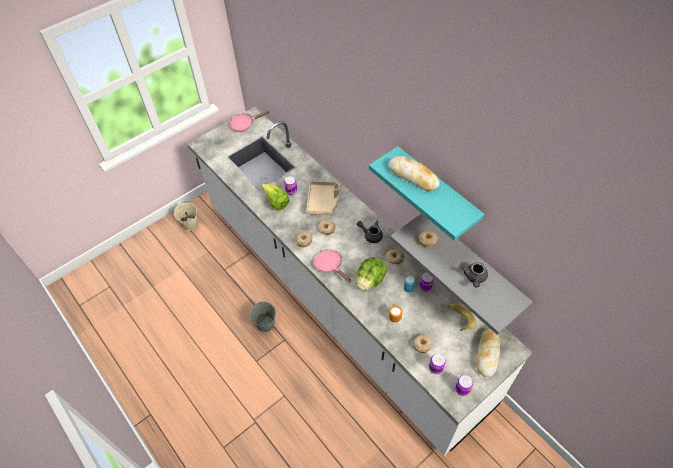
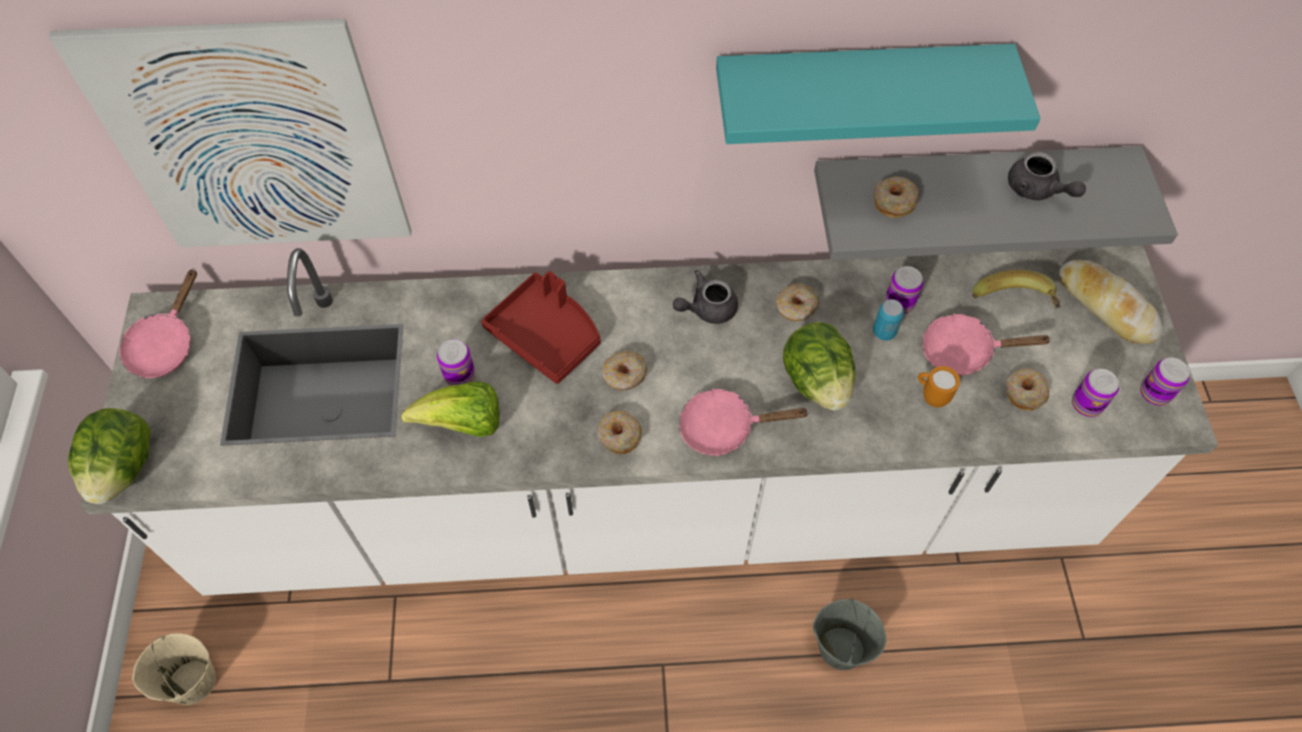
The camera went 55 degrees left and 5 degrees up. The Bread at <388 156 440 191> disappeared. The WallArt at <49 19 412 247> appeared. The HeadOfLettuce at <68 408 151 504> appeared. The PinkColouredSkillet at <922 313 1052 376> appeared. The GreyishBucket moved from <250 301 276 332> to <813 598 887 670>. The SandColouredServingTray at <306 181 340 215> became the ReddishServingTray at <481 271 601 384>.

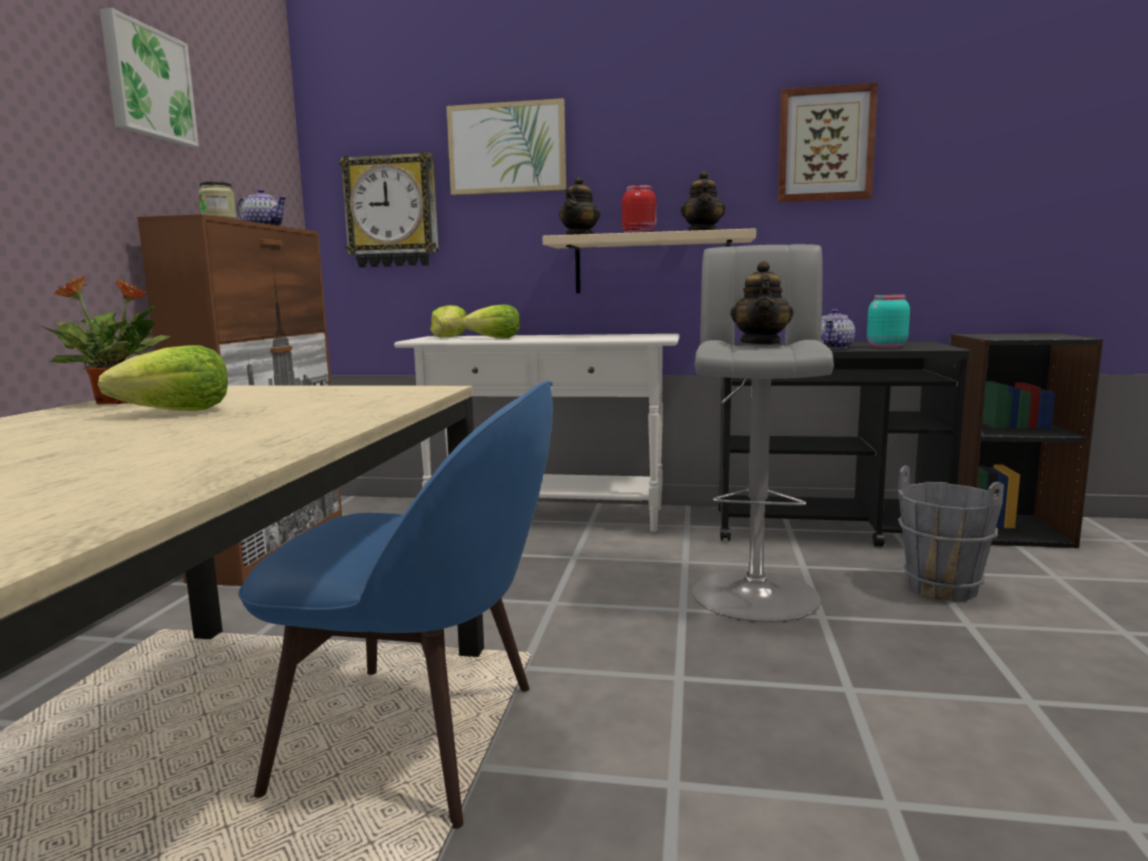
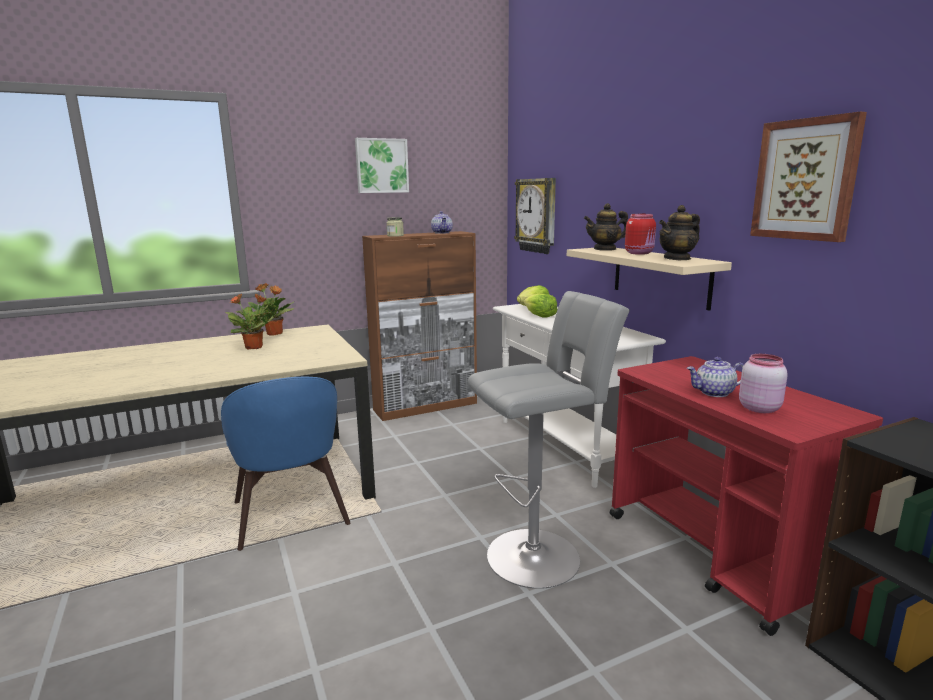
The camera went 55 degrees right and 5 degrees up. The WallArt at <446 98 566 195> disappeared. The TeaPot at <730 261 794 345> disappeared. The GreyishBucket at <898 466 1004 601> disappeared. The HeadOfLettuce at <98 345 228 411> was replaced by the PlantInAPot at <225 293 275 349>. The BlackWheeledCart at <718 341 971 547> became the ReddishWheeledCart at <609 356 883 636>. The TurquoiseColouredStorageJar at <867 294 910 348> became the PinkColouredStorageJar at <739 354 788 413>.

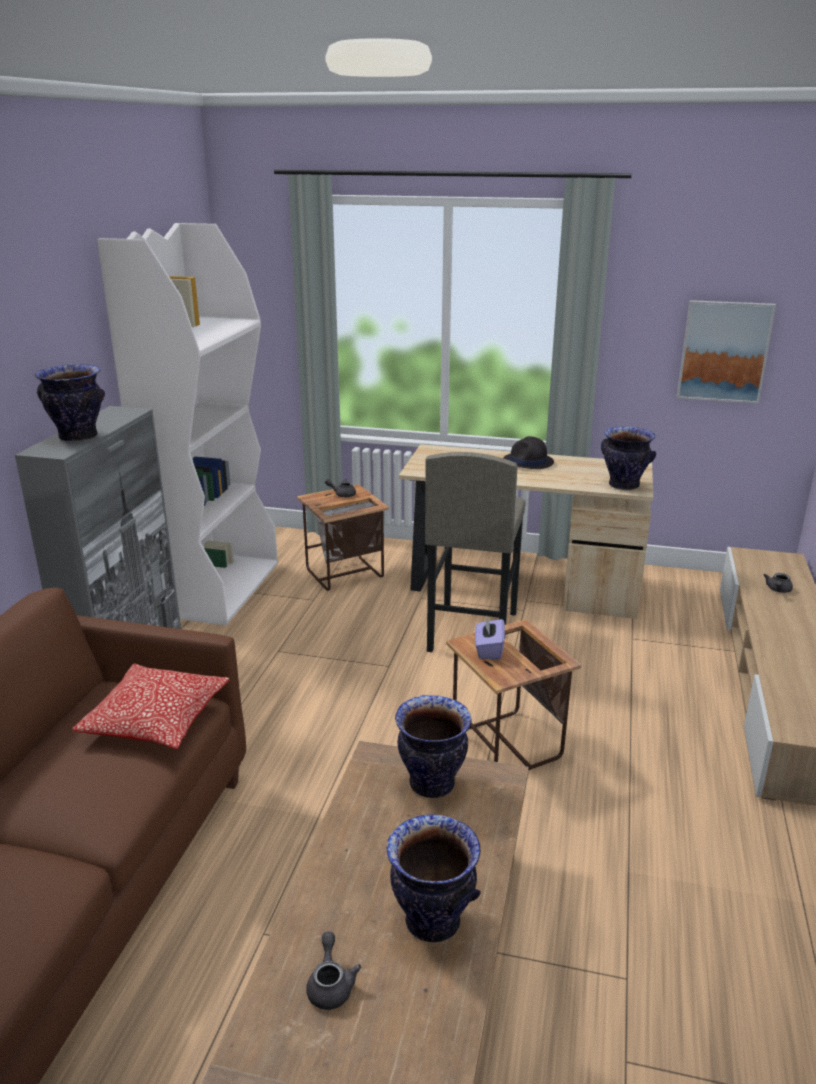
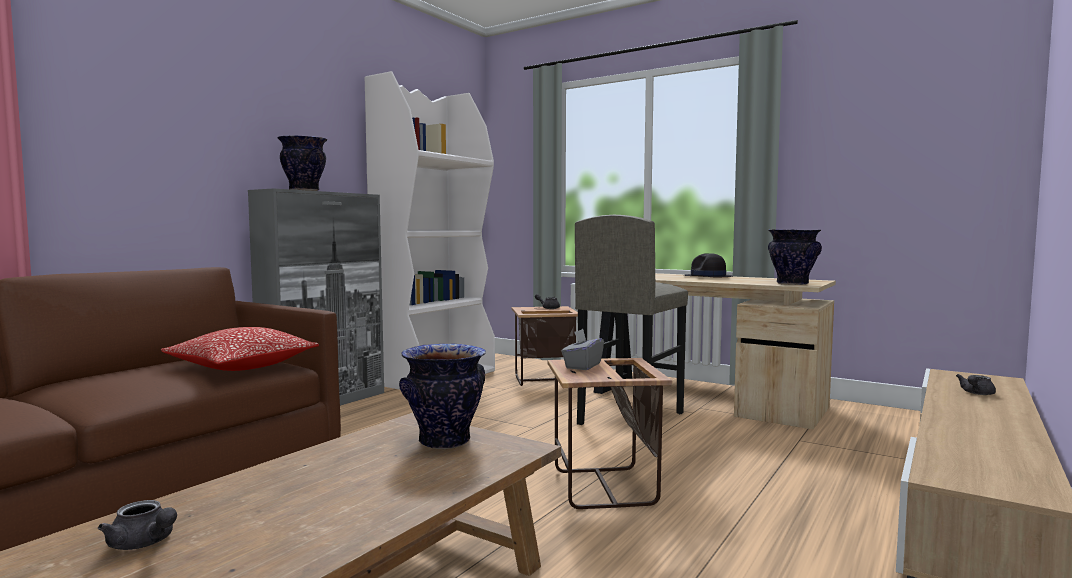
The camera went 20 degrees right and 20 degrees down. The FlowerVase at <386 814 481 943> disappeared. The WallArt at <677 300 776 404> disappeared. The PurpleColouredBoxOfTissues at <475 616 505 660> became the GreyishBoxOfTissues at <561 329 604 370>. The GreyishTeaPot at <306 932 361 1010> turned 105 degrees clockwise.

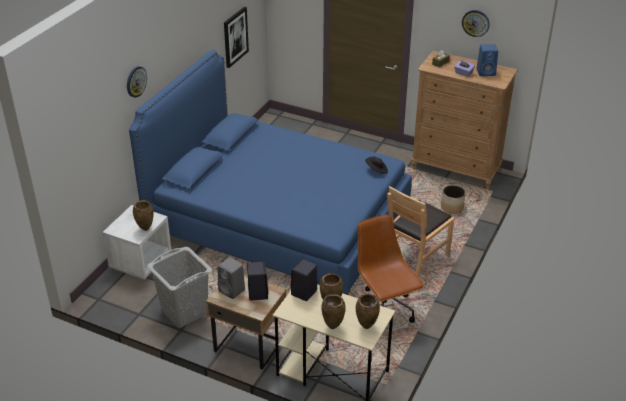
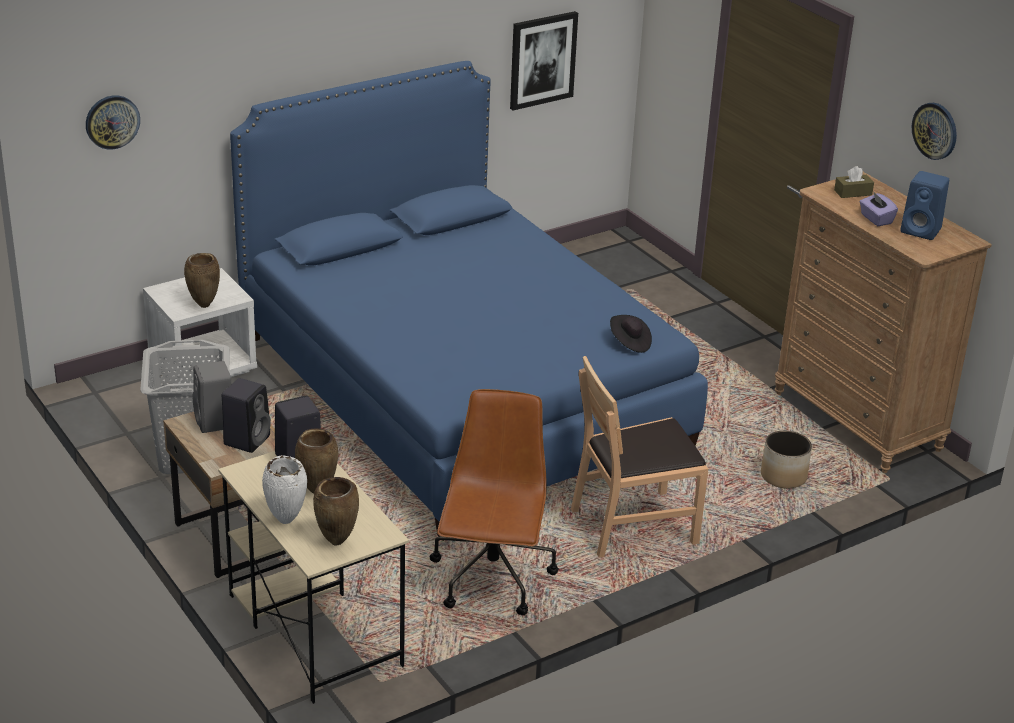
The camera went 30 degrees right and 5 degrees down. The WallClock moved from <127 66 147 98> to <86 95 140 149>. The BrownColouredFlowerVase at <321 294 346 329> became the WhitishFlowerVase at <262 455 307 524>.

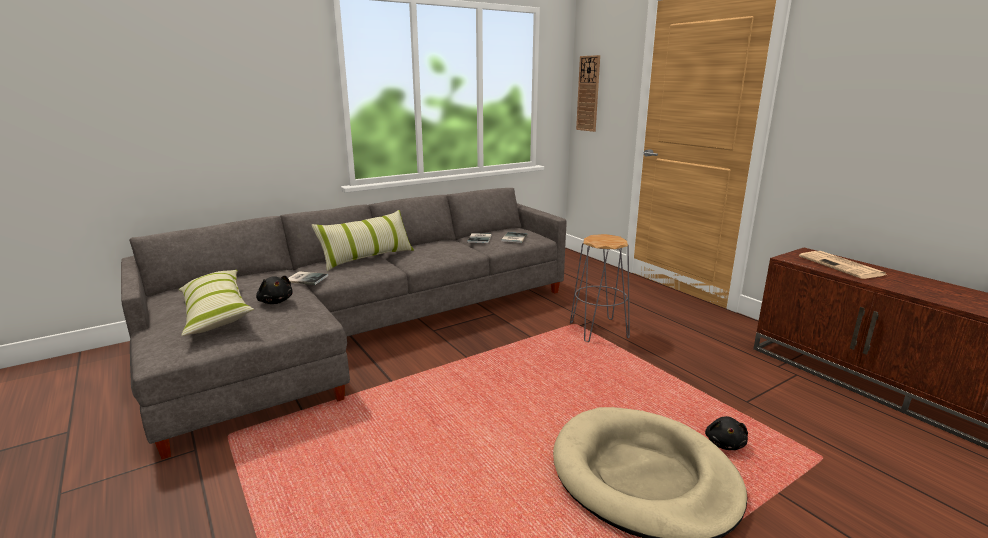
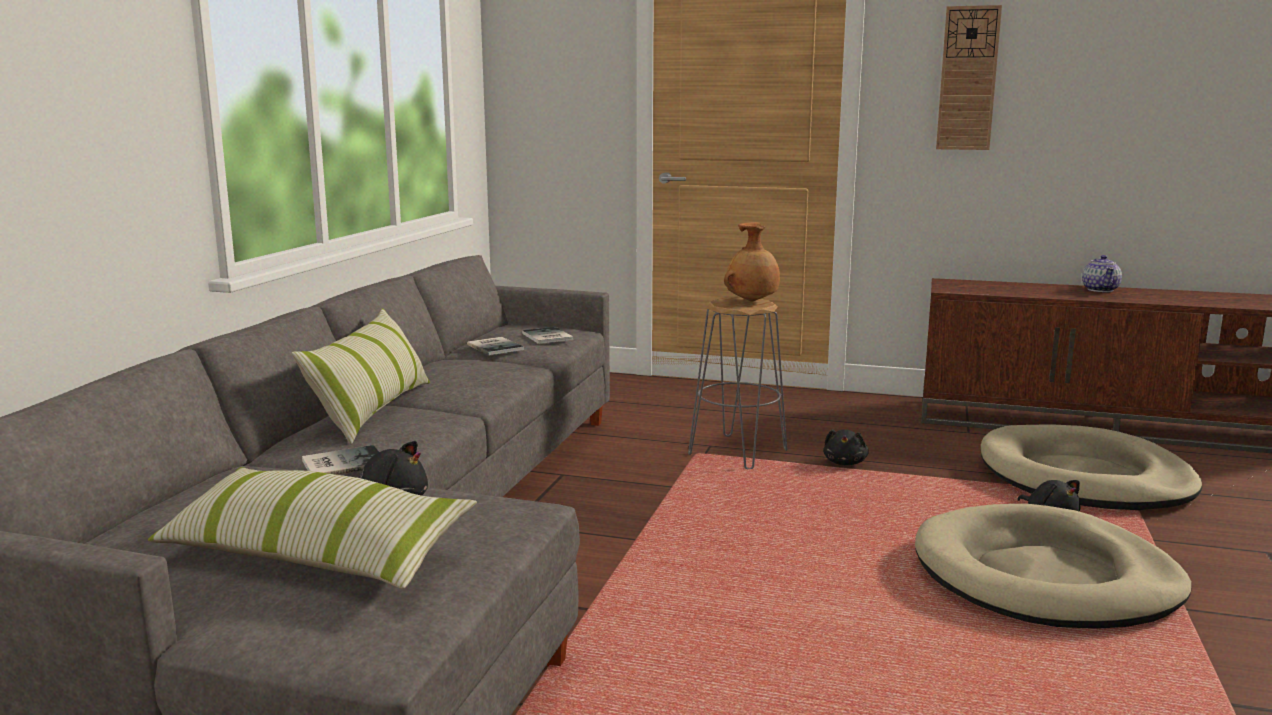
The camera went 40 degrees left and 5 degrees down. The PrintedPaper at <799 251 886 279> disappeared. The BrownColouredFlowerVase at <724 222 780 302> appeared. The BlackCuddlyToy at <823 429 869 465> appeared. The SandColouredDogBed at <981 424 1202 510> appeared. The TeaPot at <1082 255 1122 292> appeared. The WallClock moved from <576 55 600 132> to <936 5 1002 150>.

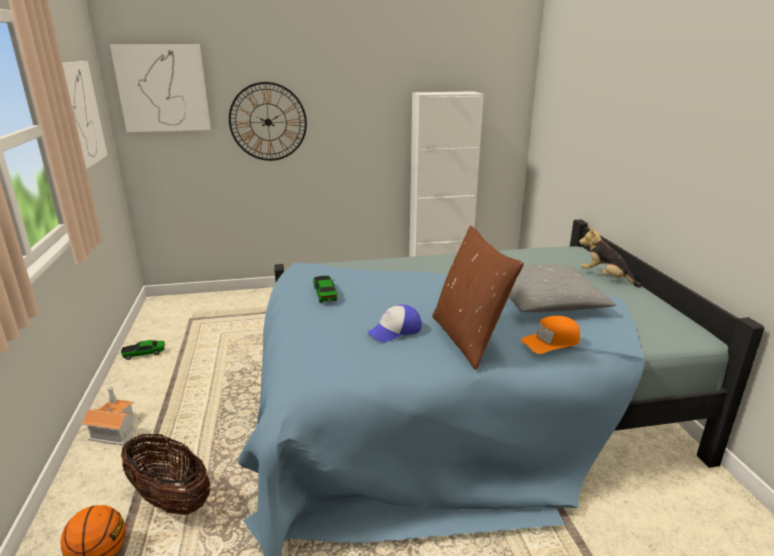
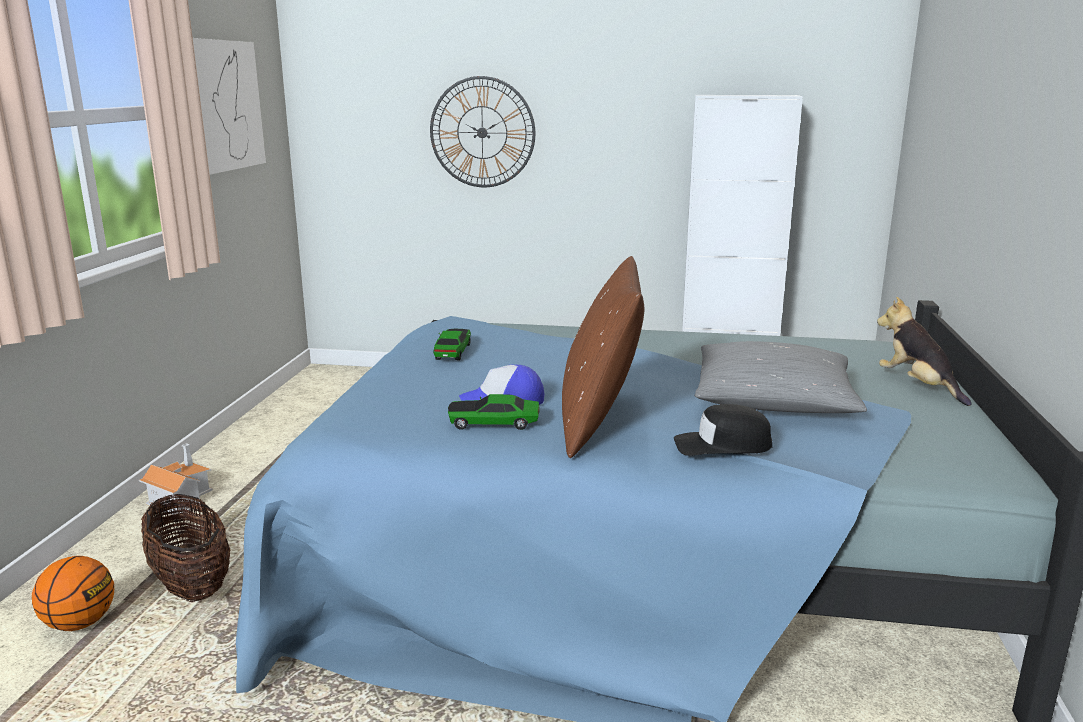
The camera went 20 degrees right and 5 degrees down. The WallArt at <110 44 211 132> disappeared. The ModelCar moved from <121 340 165 360> to <448 394 540 430>. The OrangeBaseballCap at <521 316 580 354> became the BlackBaseballCap at <674 404 772 456>.

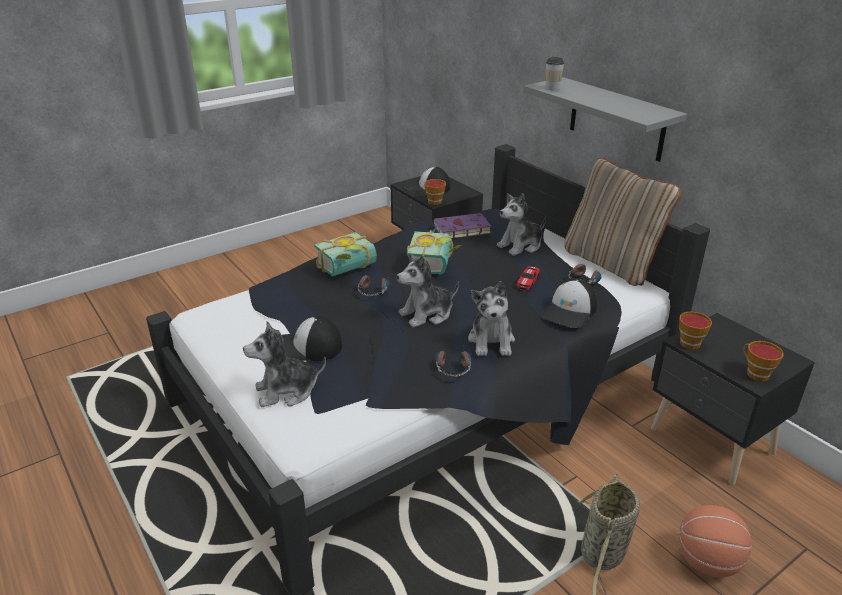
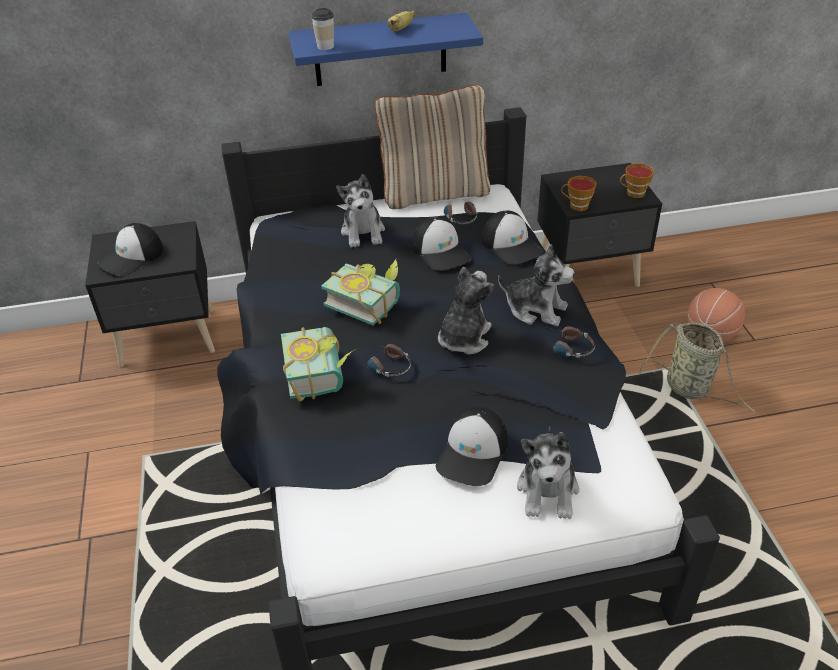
The camera went 65 degrees left and 10 degrees up. The Cup at <424 179 446 205> disappeared. The PurpleColouredVolume at <432 213 492 239> disappeared. The BananaFruit at <388 11 415 31> appeared. The ModelCar at <517 266 540 291> was replaced by the BaseballCap at <412 216 472 271>. The GreyishWallShelf at <524 77 687 162> became the BlueWallShelf at <289 13 483 86>. The CuddlyToy at <397 253 459 328> turned 150 degrees counterclockwise.

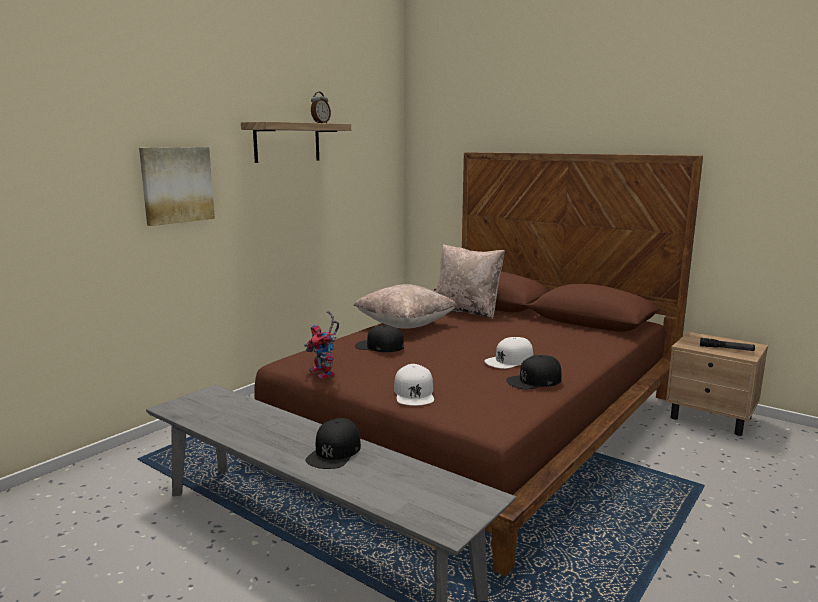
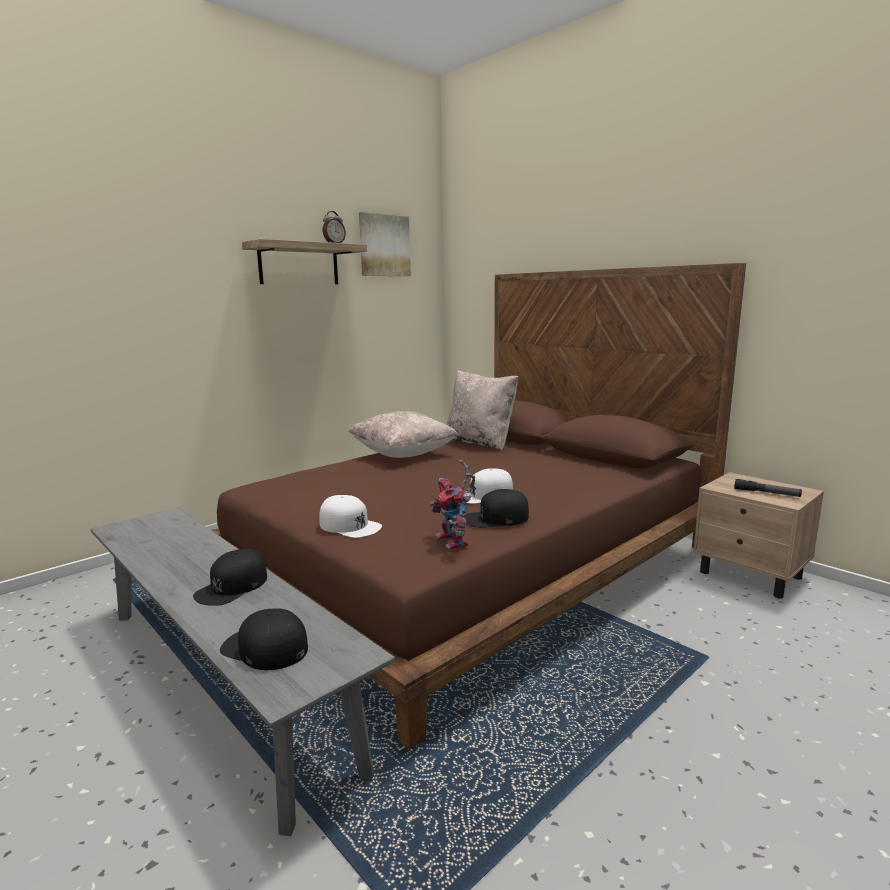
The camera went 10 degrees right and 0 degrees up. The WallArt moved from <139 147 215 226> to <359 212 411 276>. The ModelRobot moved from <304 311 339 379> to <429 460 475 550>. The BlackBaseballCap moved from <355 325 404 352> to <220 608 308 670>. The WhitishBaseballCap at <394 364 434 406> turned 60 degrees counterclockwise.

